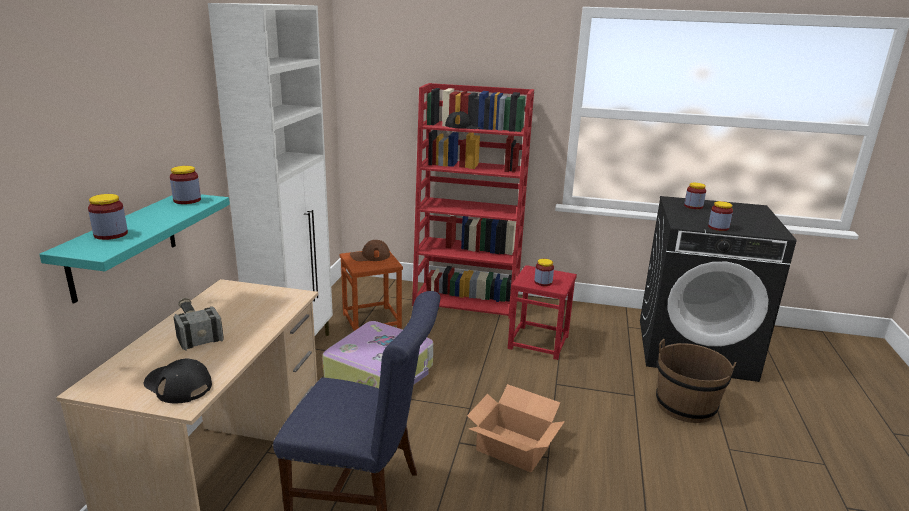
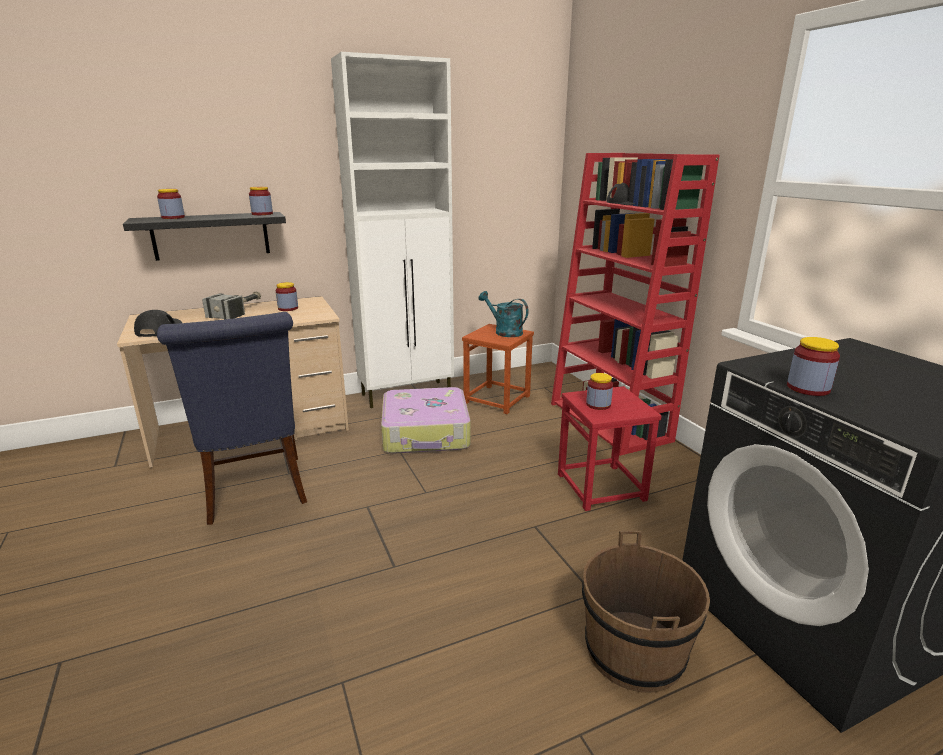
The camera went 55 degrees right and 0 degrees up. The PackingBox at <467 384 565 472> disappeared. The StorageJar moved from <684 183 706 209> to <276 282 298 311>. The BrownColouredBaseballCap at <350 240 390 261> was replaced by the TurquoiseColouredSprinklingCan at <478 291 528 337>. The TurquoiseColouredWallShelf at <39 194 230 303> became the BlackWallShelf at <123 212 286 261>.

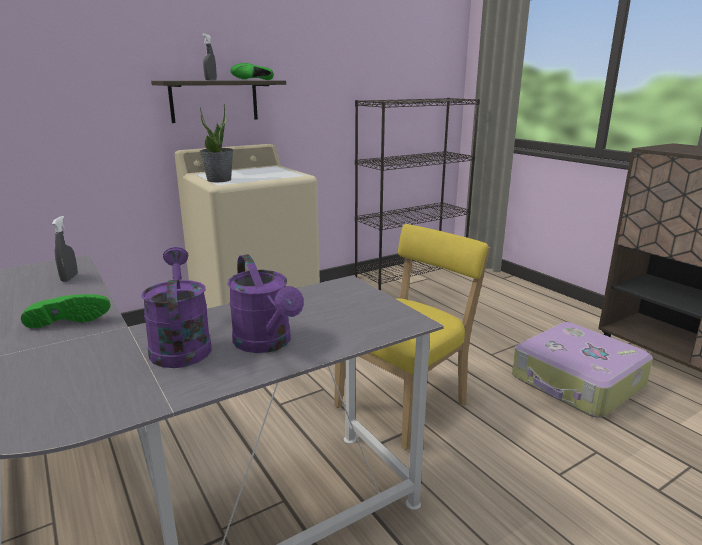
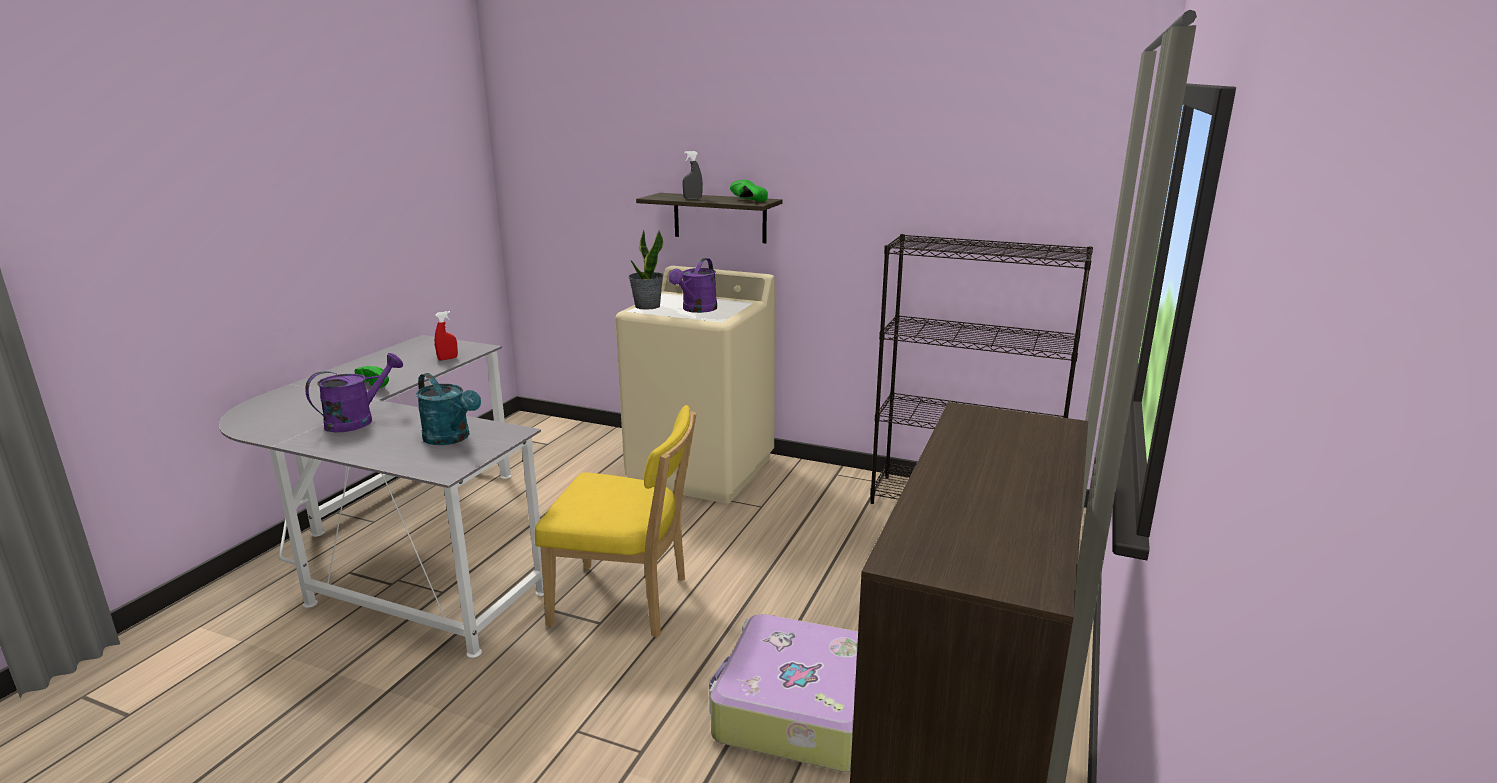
The camera went 55 degrees right and 0 degrees up. The TurquoiseColouredSprinklingCan at <416 373 481 445> appeared. The PurpleColouredSprinklingCan moved from <228 254 304 353> to <668 258 717 313>. The GreyishSprayBottle at <52 216 78 282> became the ReddishSprayBottle at <435 311 458 361>.

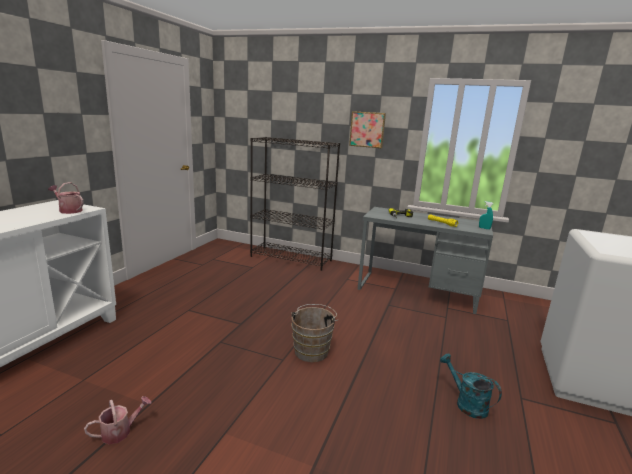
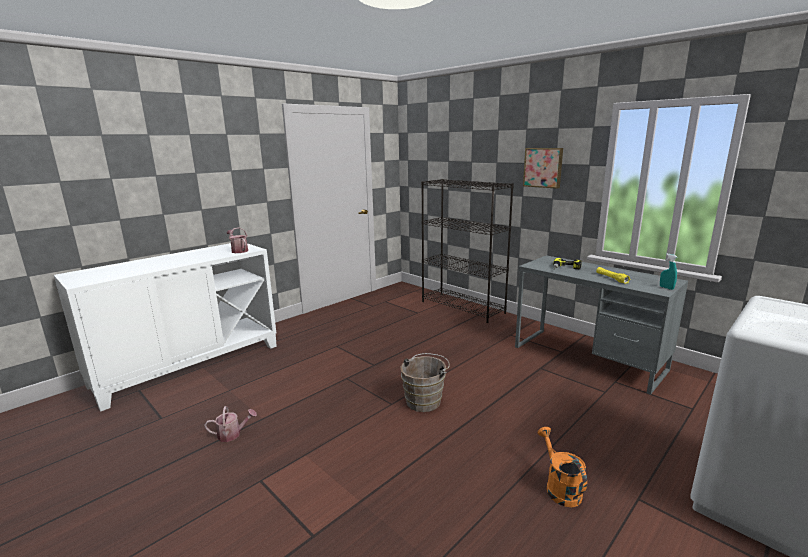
The camera went 25 degrees right and 0 degrees up. The TurquoiseColouredSprinklingCan at <440 354 502 419> became the OrangeSprinklingCan at <537 427 587 507>.

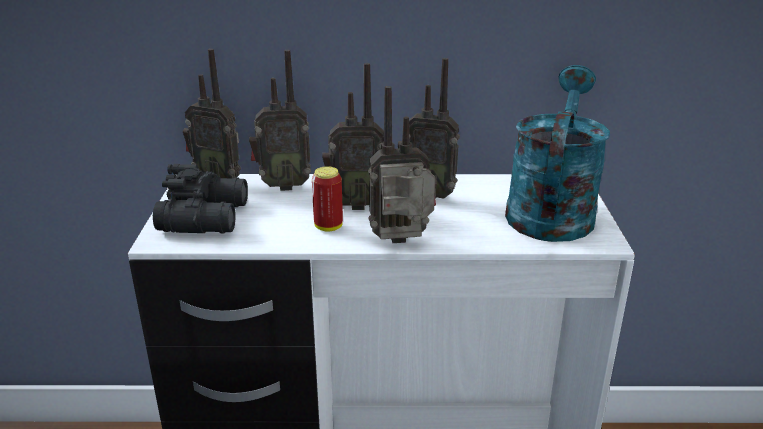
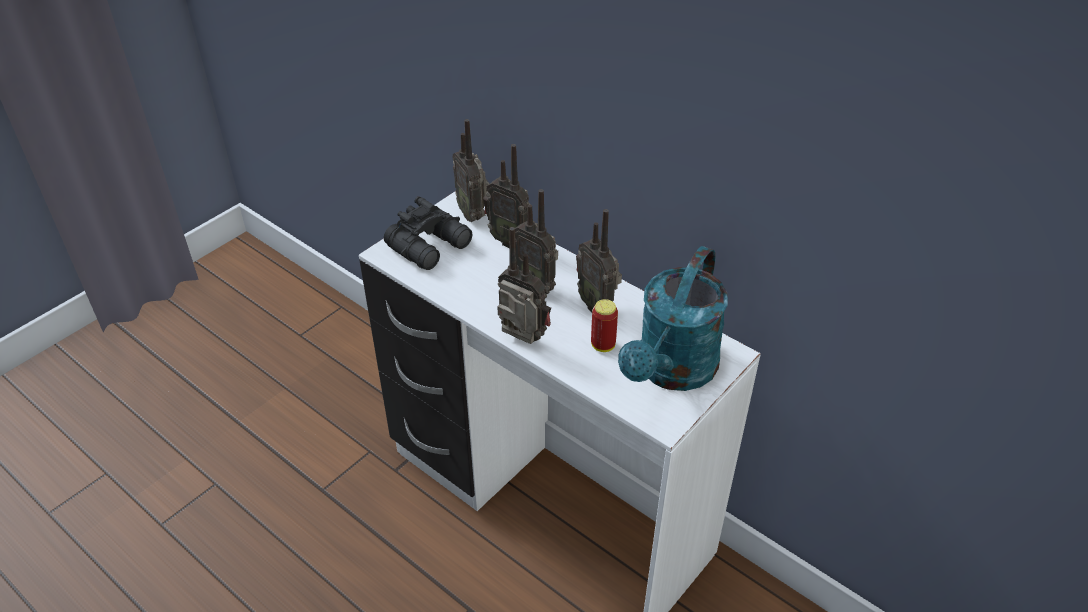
The camera went 40 degrees right and 15 degrees up. The MetalCan moved from <312 166 343 231> to <591 299 618 352>. The TurquoiseColouredSprinklingCan at <505 65 610 242> turned 150 degrees clockwise.

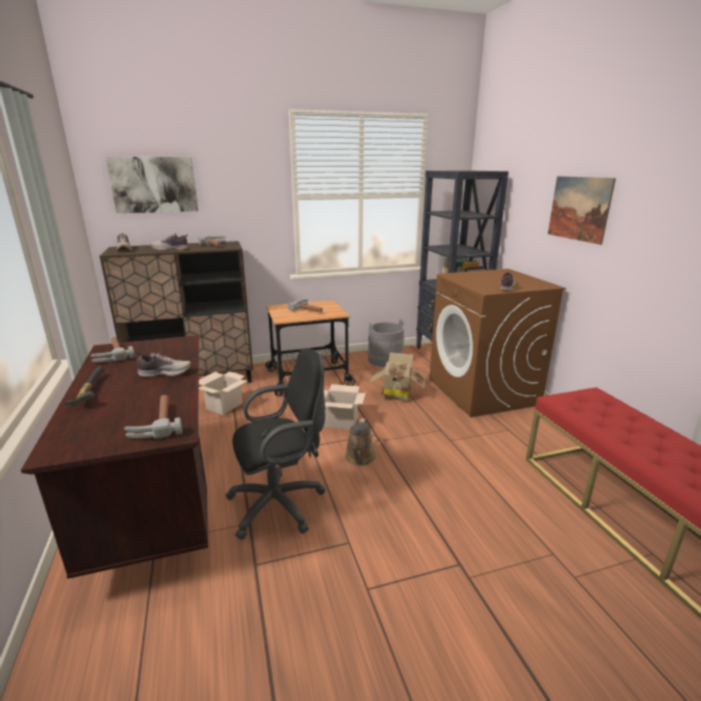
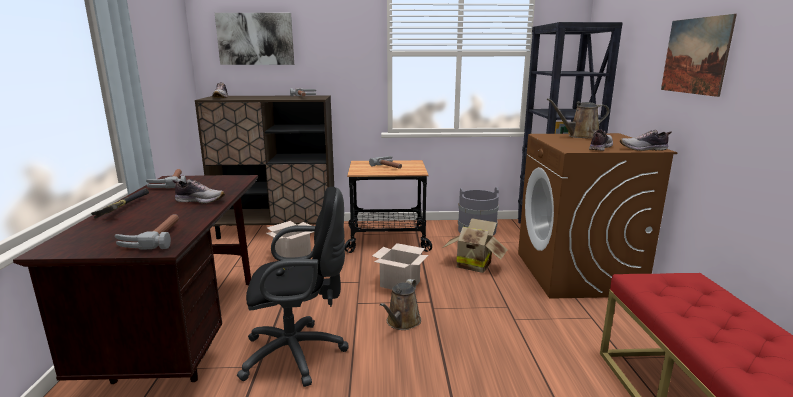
The camera went 15 degrees right and 5 degrees down. The BrownColouredSprinklingCan at <547 98 610 139> appeared. The Shoe moved from <150 234 189 251> to <620 130 672 151>.

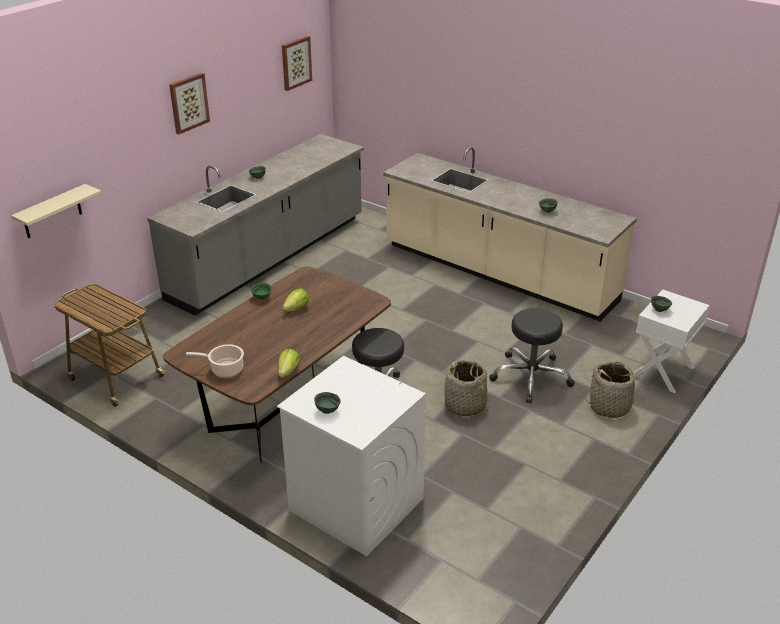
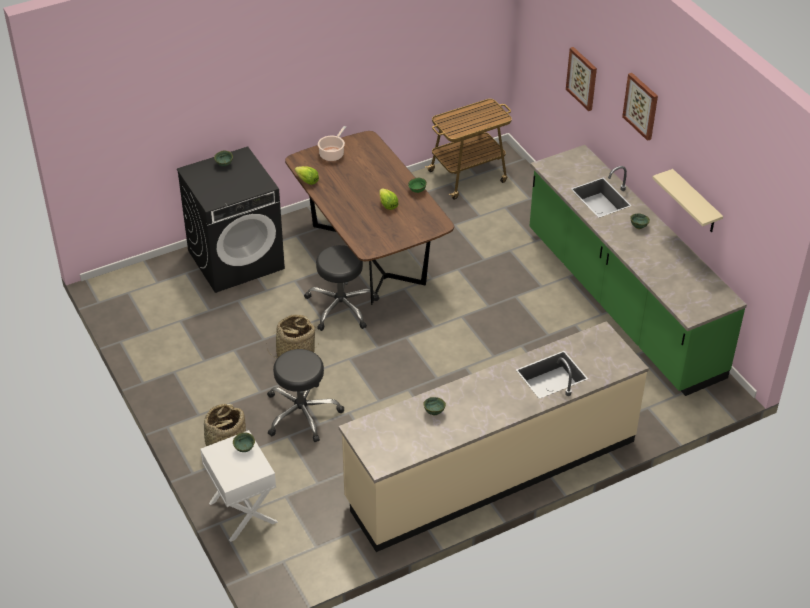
The camera went 115 degrees right and 10 degrees up. The SandColouredWallShelf moved from <11 184 101 238> to <652 169 723 233>. The WallArt moved from <282 36 312 91> to <566 47 597 111>. The GreyishKitchenBaseUnit at <147 134 364 316> became the GreenishKitchenBaseUnit at <529 145 747 396>. The WhitishWashingMachine at <277 356 426 556> became the BlackWashingMachine at <177 146 285 293>.

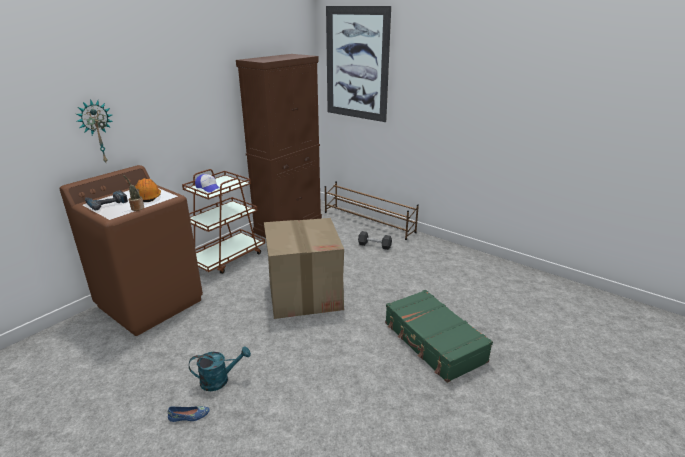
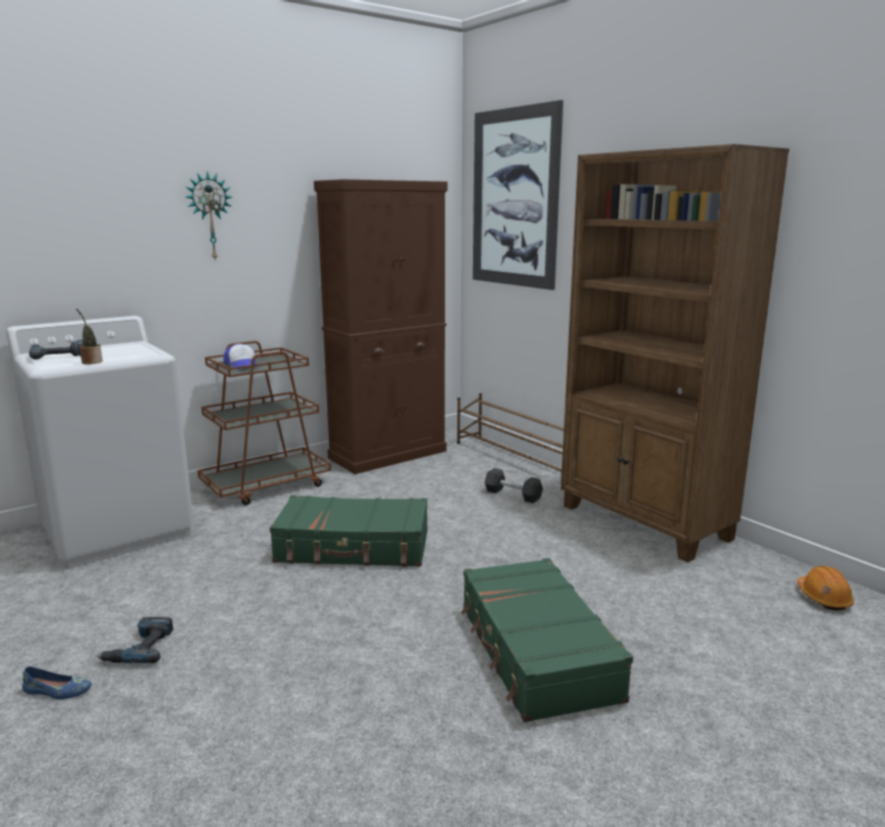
The camera went 15 degrees right and 10 degrees down. The BrownColouredBookshelf at <561 144 789 562> appeared. The WallClock moved from <76 99 113 162> to <186 171 232 262>. The OrangeWorkHelmet moved from <135 178 161 202> to <797 566 854 610>. The TurquoiseColouredSprinklingCan at <189 346 251 391> was replaced by the Drill at <96 617 173 663>. The PackingBox at <264 218 344 319> was replaced by the GreenishSuitcase at <270 495 428 567>. The BrownColouredWashingMachine at <60 165 203 336> became the WhitishWashingMachine at <6 316 194 569>.

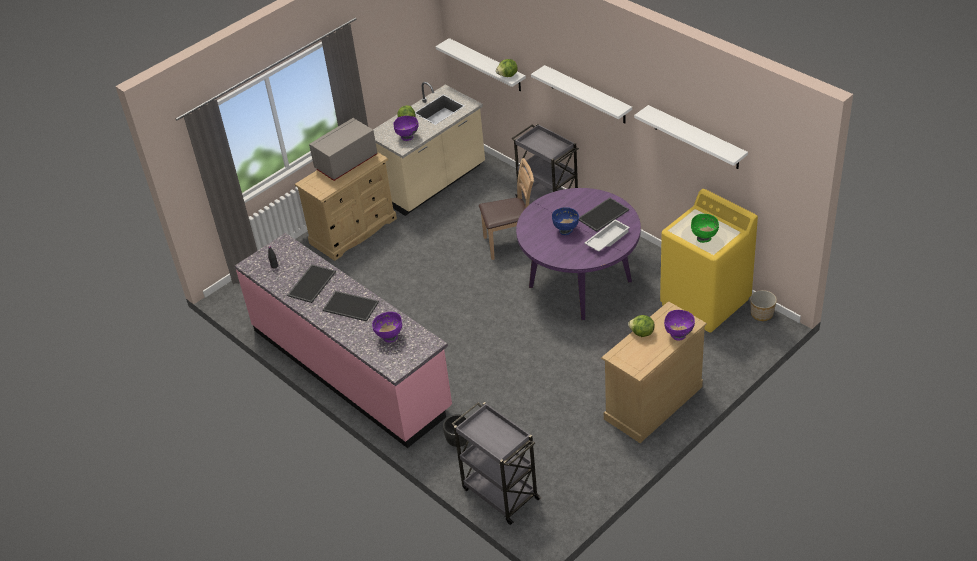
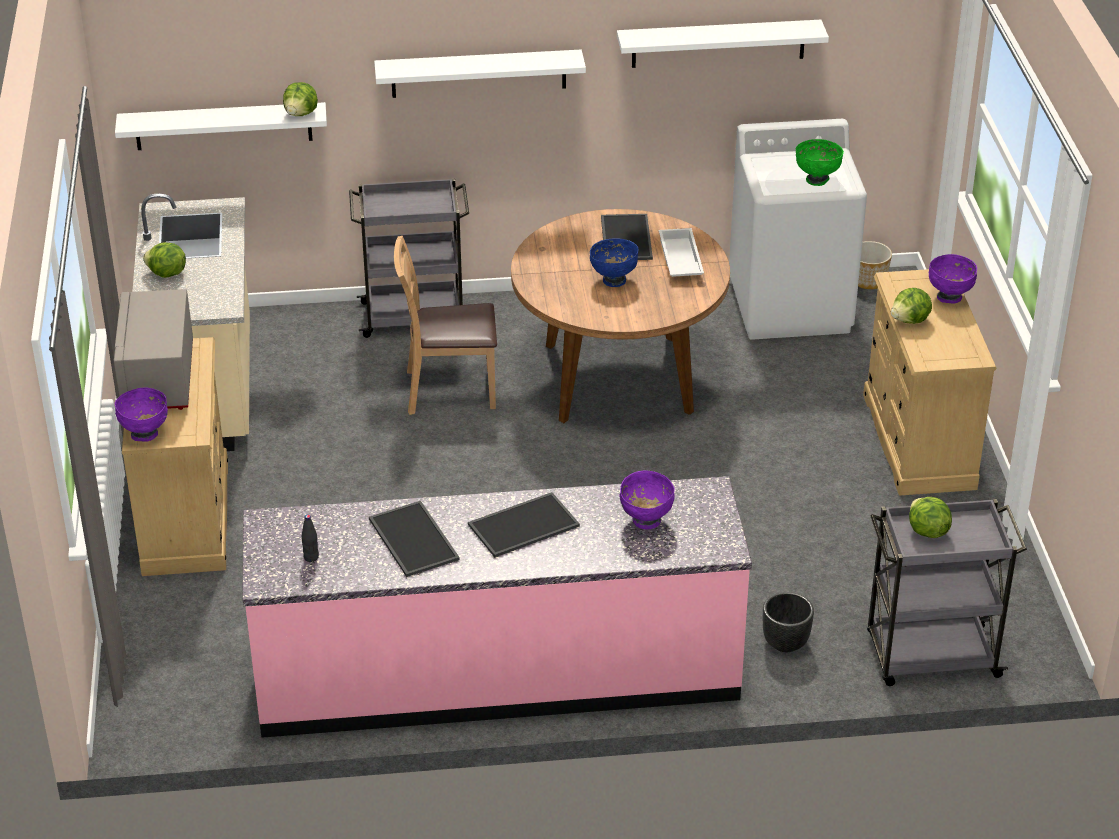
The camera went 55 degrees left and 5 degrees down. The HeadOfLettuce at <909 497 952 538> appeared. The PurpleColouredServingBowl moved from <394 116 419 141> to <115 388 168 441>. The PurpleColouredDiningTable at <516 188 641 320> became the BrownColouredDiningTable at <511 209 730 423>. The YellowColouredWashingMachine at <660 189 758 333> became the WhitishWashingMachine at <729 119 867 340>. The BrownColouredUprightChair at <479 158 534 260> turned 120 degrees counterclockwise.

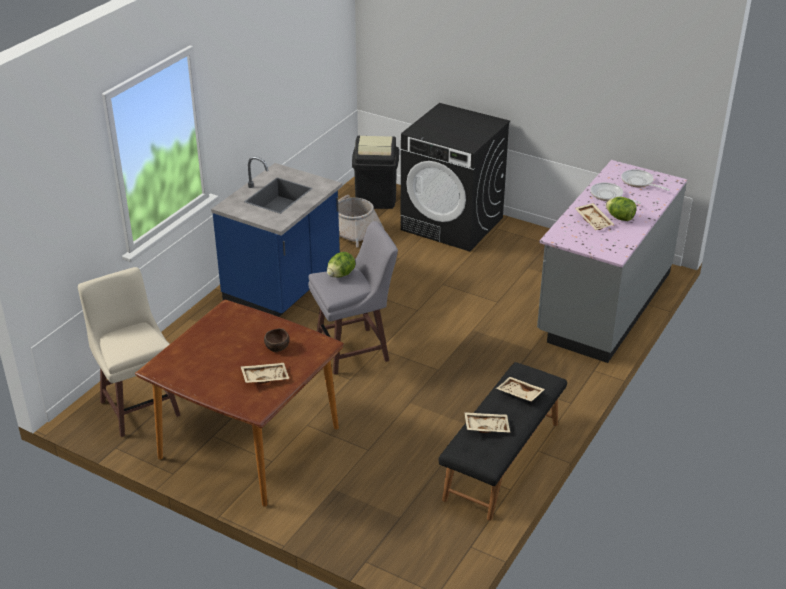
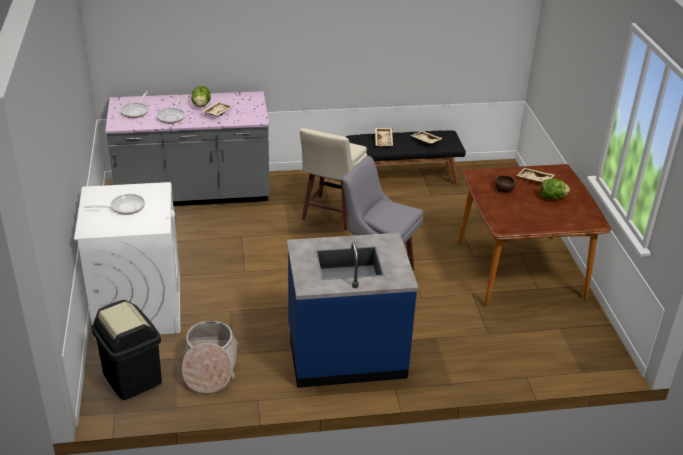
The camera went 130 degrees left and 0 degrees up. The Skillet at <84 194 145 215> appeared. The SandColouredStoolSeat moved from <78 267 181 437> to <300 128 367 231>. The HeadOfLettuce moved from <327 252 355 278> to <540 179 570 199>. The BlackWashingMachine at <400 103 510 251> became the WhitishWashingMachine at <74 182 180 339>.

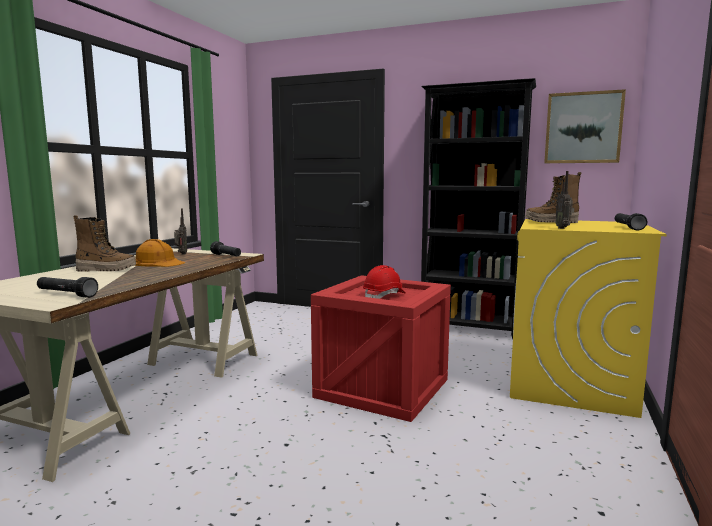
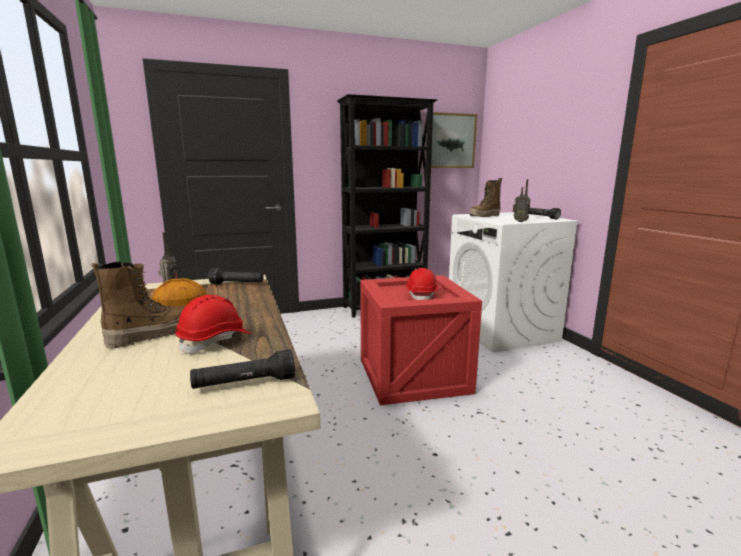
The camera went 40 degrees left and 5 degrees up. The ReddishWorkHelmet at <175 295 251 355> appeared. The YellowColouredWashingMachine at <510 219 667 418> became the WhitishWashingMachine at <449 212 580 352>.

